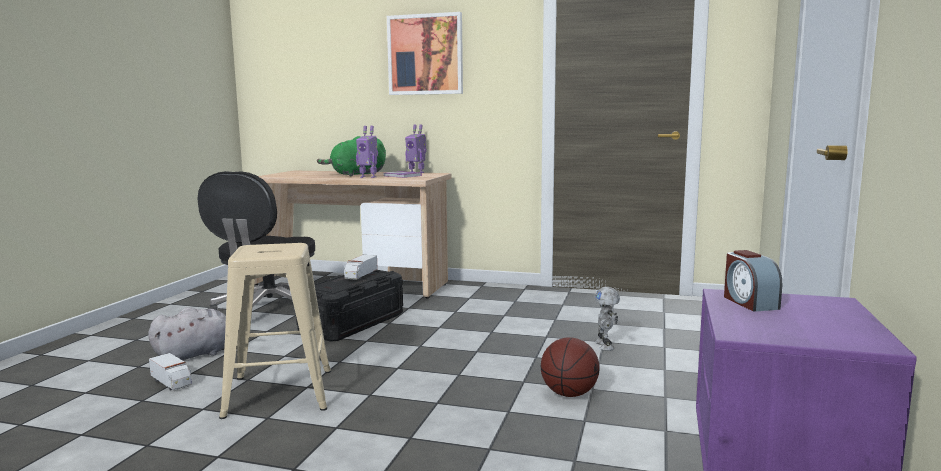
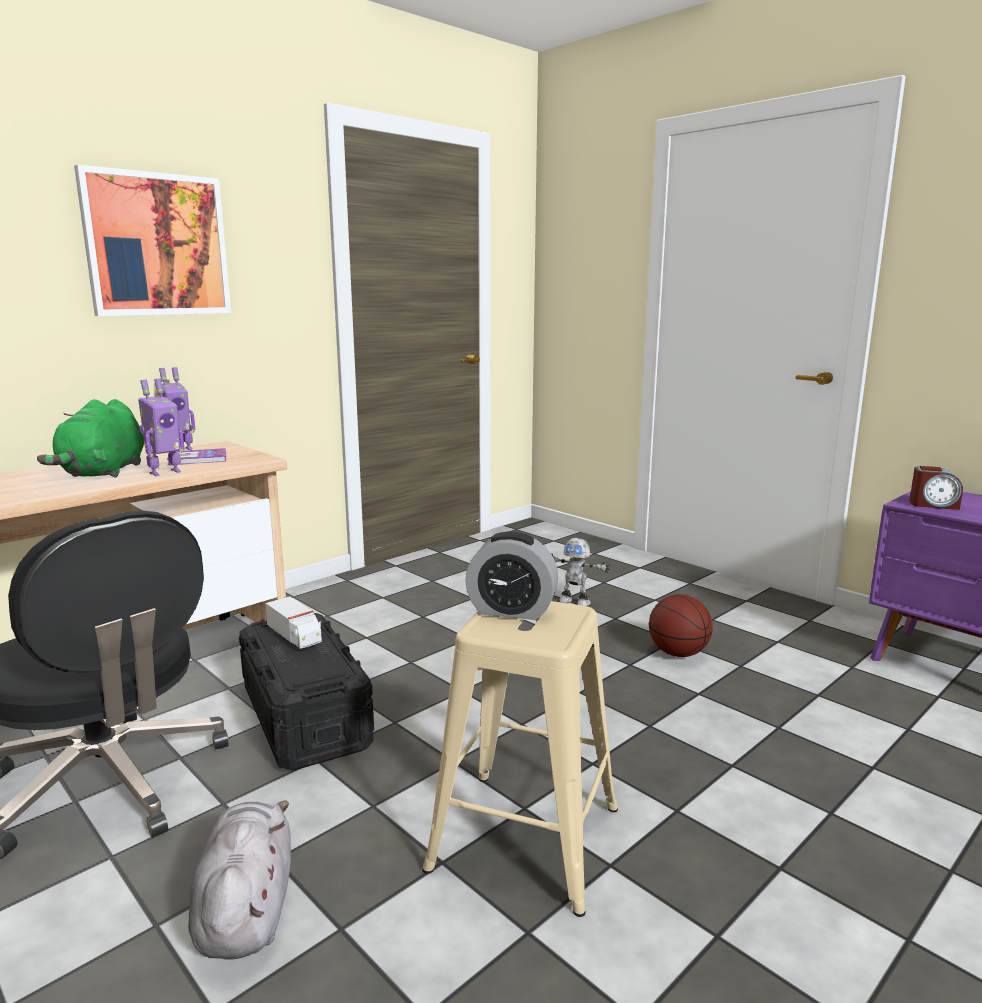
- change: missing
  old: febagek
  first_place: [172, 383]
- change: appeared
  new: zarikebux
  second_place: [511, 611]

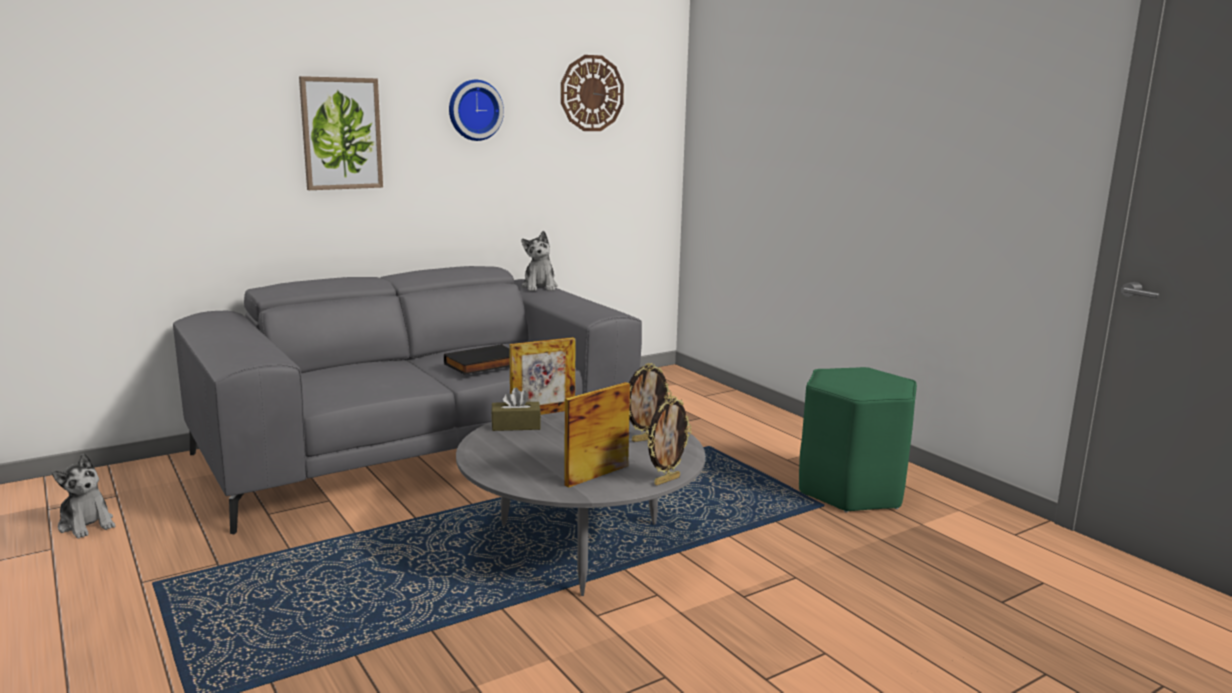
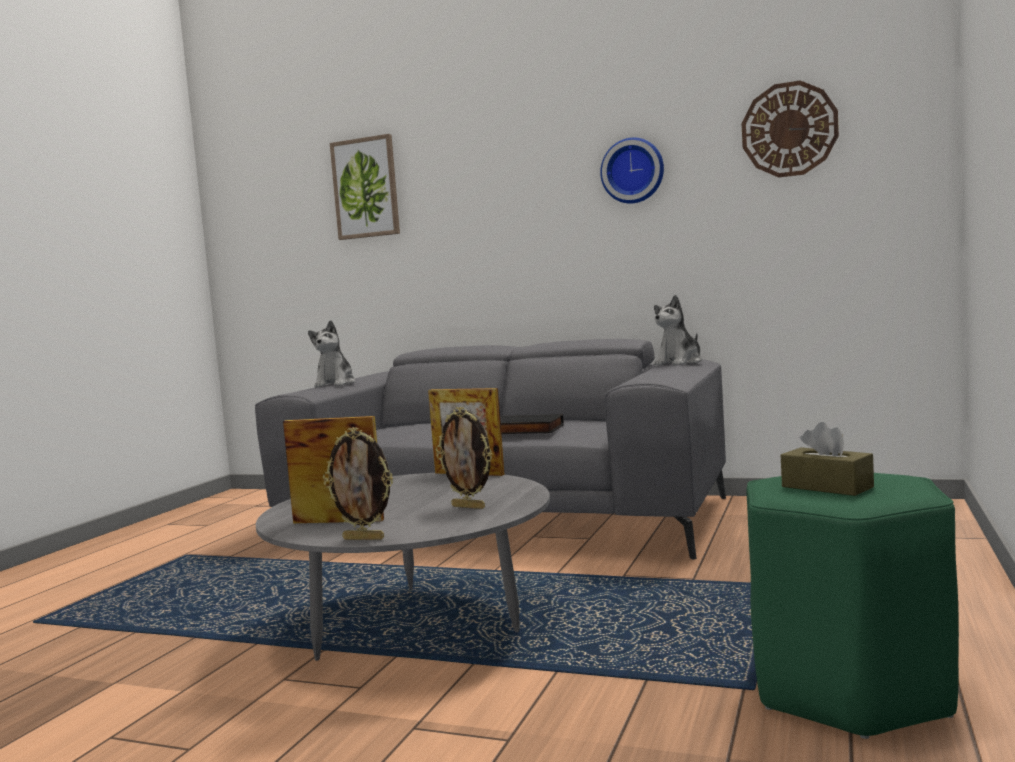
- change: relocated
  old: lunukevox
  first_place: [341, 133]
  second_place: [366, 188]
- change: relocated
  old: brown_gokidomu
  first_place: [516, 425]
  second_place: [827, 487]
- change: relocated
  old: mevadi
  first_place: [87, 524]
  second_place: [335, 384]

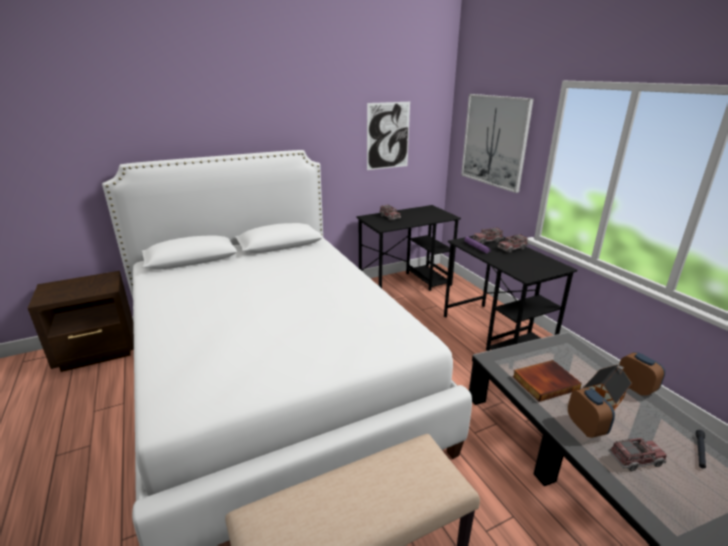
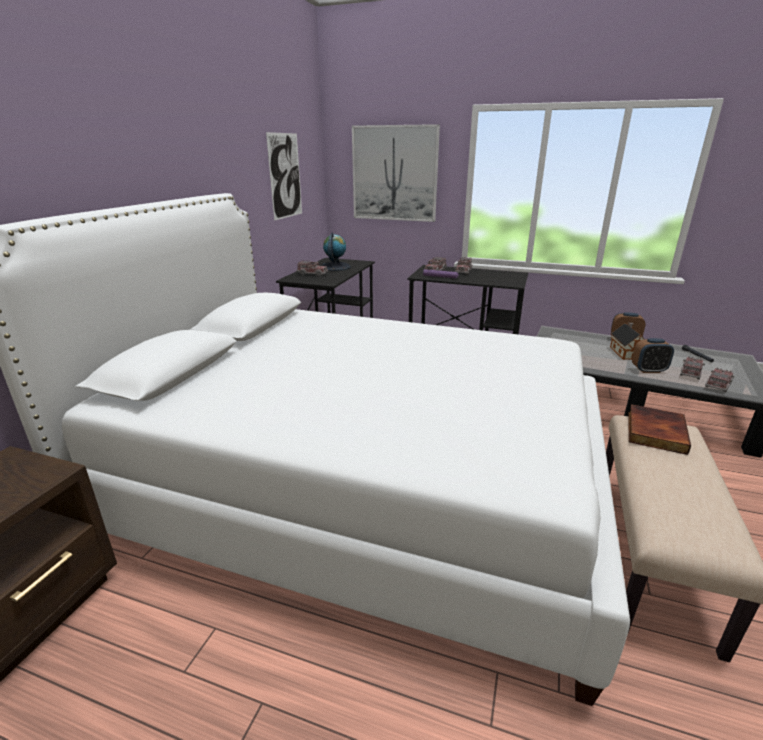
- change: relocated
  old: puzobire
  first_place: [544, 382]
  second_place: [654, 431]
- change: spun
  old: zarikebux
  first_place: [586, 427]
  second_place: [648, 370]
  degrees: 150
- change: appeared
  new: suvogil
  second_place: [335, 267]
- change: appeared
  new: febagek
  second_place: [718, 385]

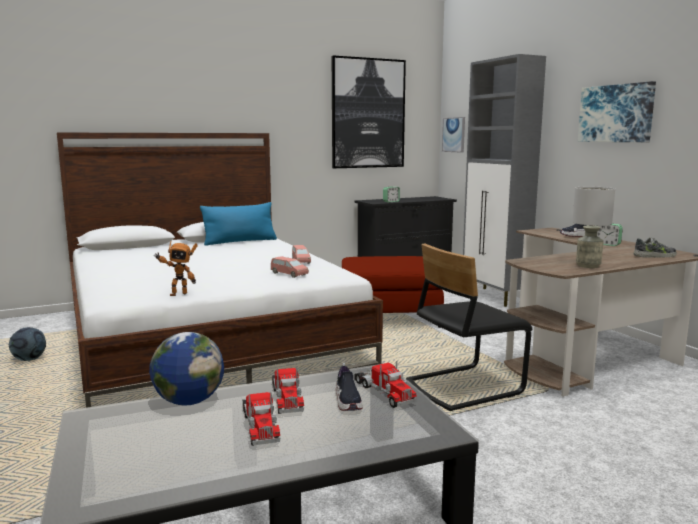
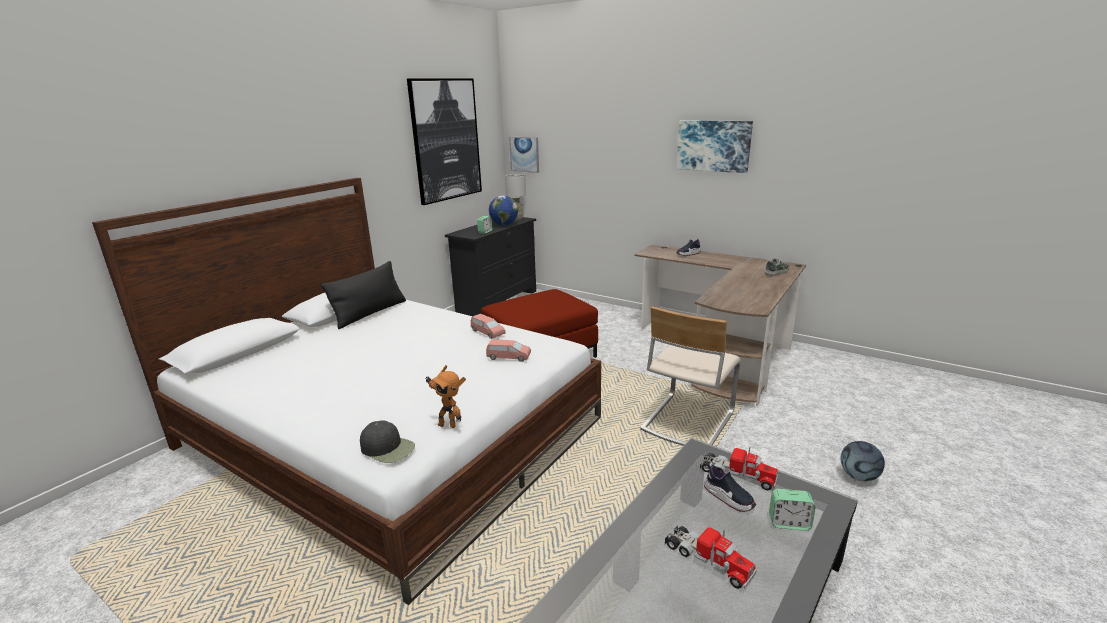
- change: missing
  old: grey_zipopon
  first_place: [494, 297]
- change: relocated
  old: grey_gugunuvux
  first_place: [588, 266]
  second_place: [517, 218]
- change: colour
  old: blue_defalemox
  new: black_defalemox
  first_place: [240, 241]
  second_place: [370, 313]
- change: relocated
  old: zarikebux
  first_place: [607, 244]
  second_place: [789, 523]
- change: spun
  old: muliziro
  first_place: [178, 294]
  second_place: [448, 424]
  degrees: 75
- change: colour
  old: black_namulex
  new: beige_namulex
  first_place: [463, 387]
  second_place: [687, 421]
- change: relocated
  old: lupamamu
  first_place: [29, 359]
  second_place: [858, 476]
- change: relocated
  old: suvogil
  first_place: [189, 401]
  second_place: [504, 225]
- change: missing
  old: febagek
  first_place: [286, 398]
- change: appeared
  new: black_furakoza
  second_place: [388, 448]

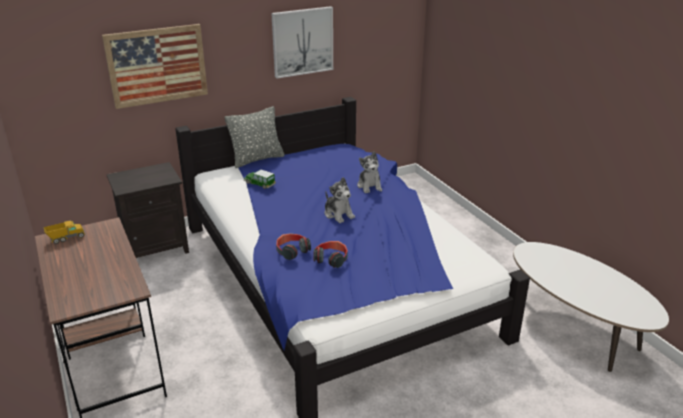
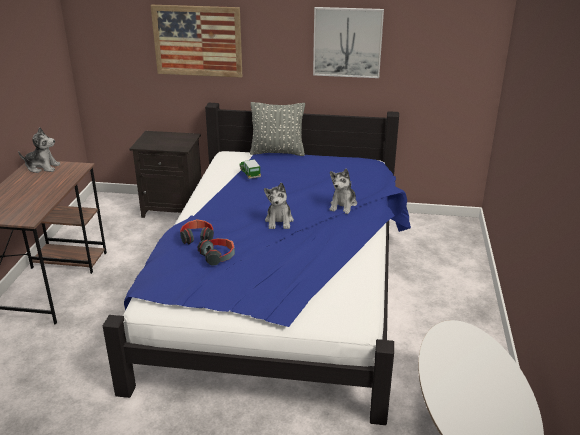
- change: exchanged
  old: febagek
  new: mevadi
  first_place: [66, 238]
  second_place: [42, 167]

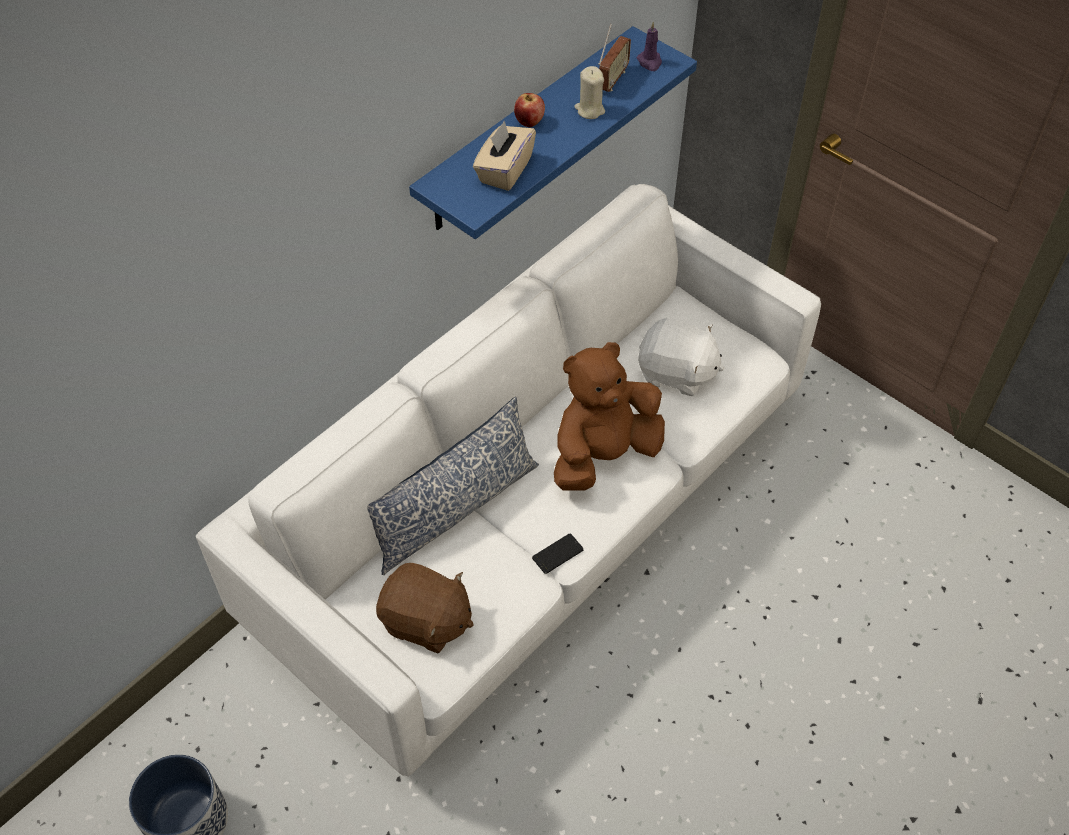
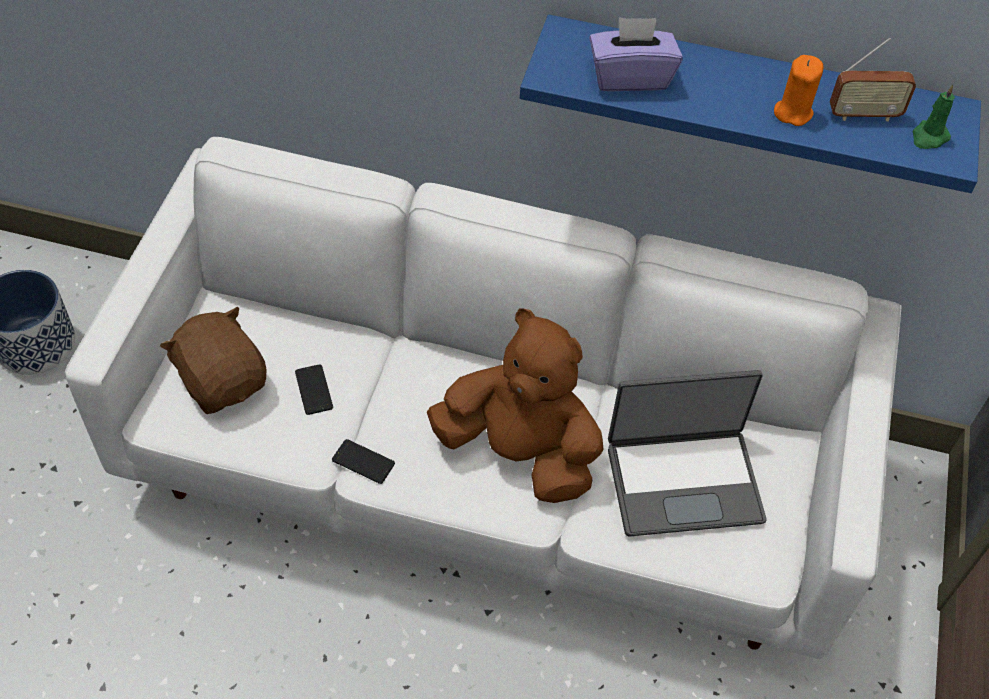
- change: colour
  old: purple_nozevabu
  new: green_nozevabu
  first_place: [650, 62]
  second_place: [929, 137]
- change: colour
  old: beige_nozevabu
  new: orange_nozevabu
  first_place: [589, 110]
  second_place: [792, 112]
- change: missing
  old: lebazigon
  first_place: [529, 122]
- change: colour
  old: beige_gokidomu
  new: purple_gokidomu
  first_place: [504, 171]
  second_place: [630, 77]
- change: exchanged
  old: white_mevadi
  new: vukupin
  first_place: [676, 373]
  second_place: [683, 480]
- change: missing
  old: defalemox
  first_place: [454, 509]
- change: spun
  old: brown_mevadi
  first_place: [426, 622]
  second_place: [223, 381]
  degrees: 150
- change: appeared
  new: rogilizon
  second_place: [314, 390]

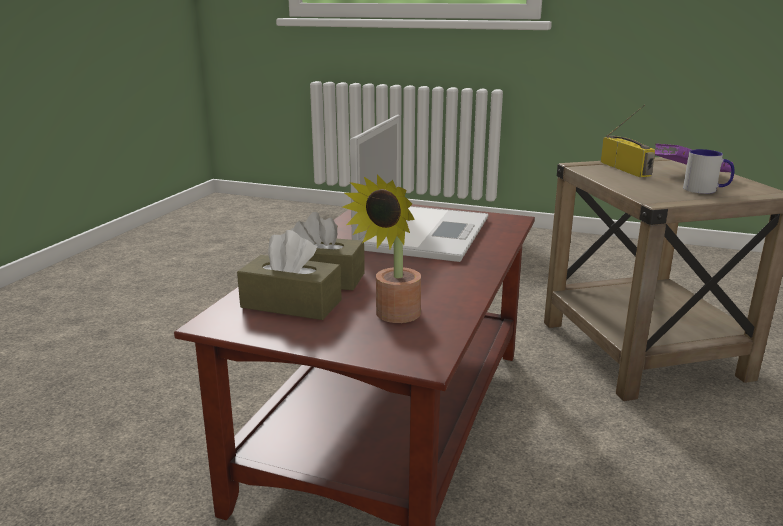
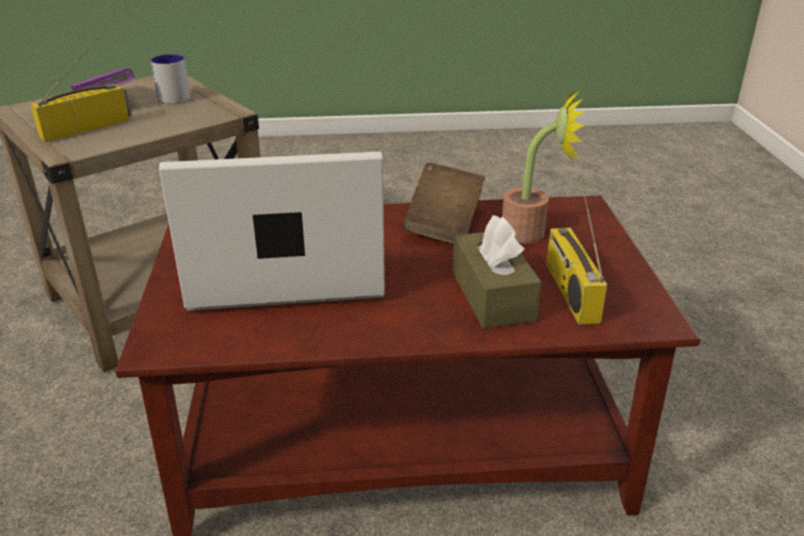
- change: exchanged
  old: brown_gokidomu
  new: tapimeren
  first_place: [291, 304]
  second_place: [569, 291]
- change: appeared
  new: brown_puzobire
  second_place: [444, 224]

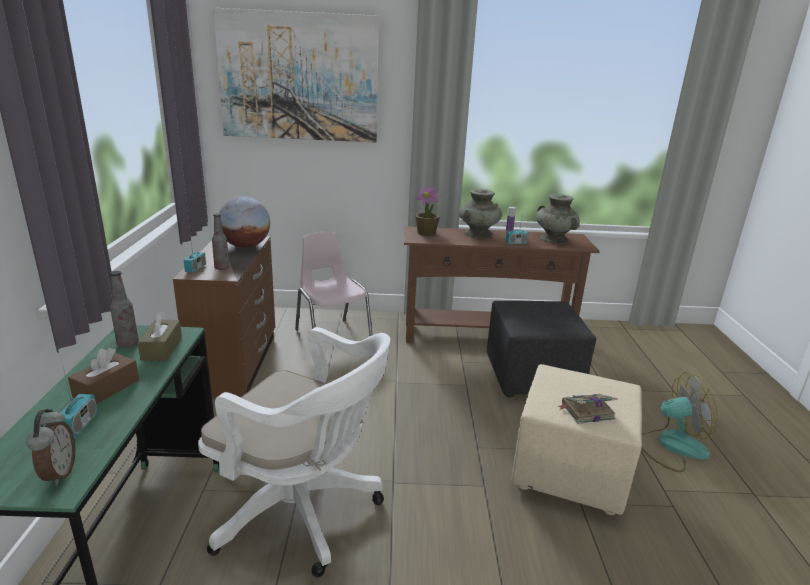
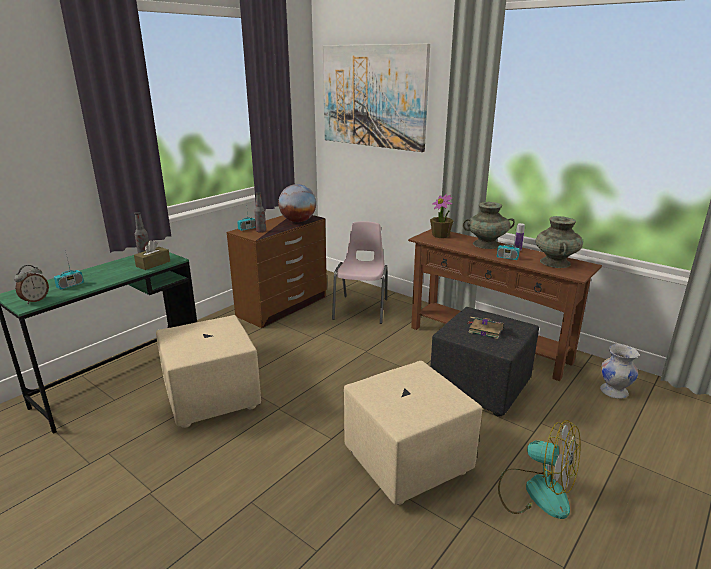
- change: exchanged
  old: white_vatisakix
  new: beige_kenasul
  first_place: [302, 511]
  second_place: [211, 399]
- change: missing
  old: brown_gokidomu
  first_place: [106, 388]
- change: relocated
  old: puzobire
  first_place: [586, 411]
  second_place: [485, 330]
- change: appeared
  new: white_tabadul
  second_place: [614, 392]

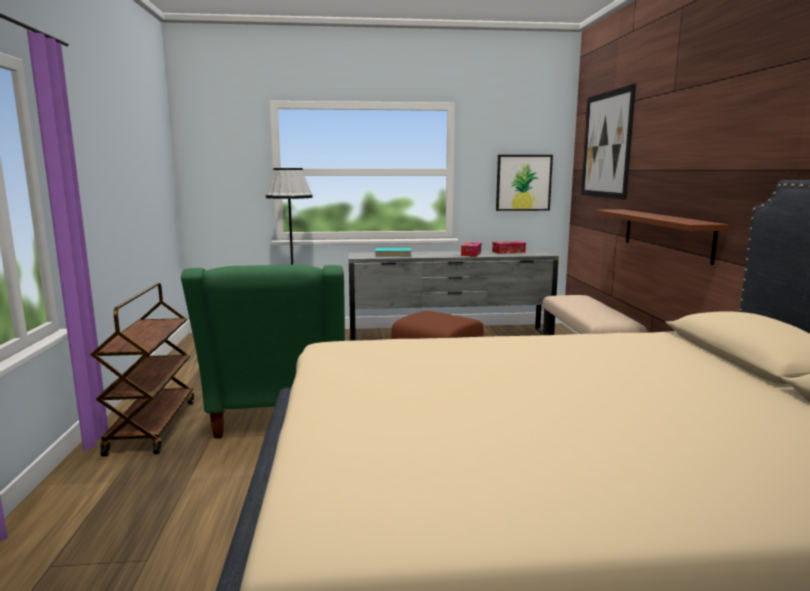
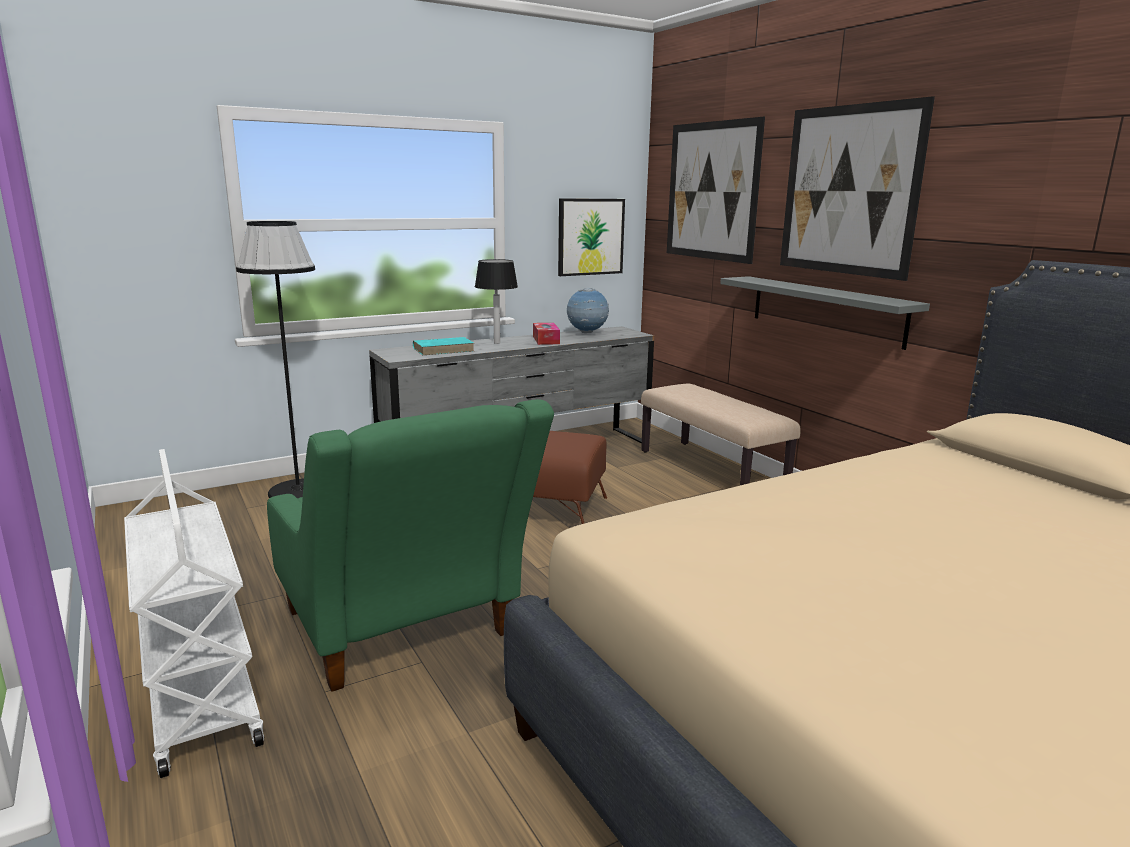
- change: colour
  old: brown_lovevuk
  new: grey_lovevuk
  first_place: [666, 234]
  second_place: [825, 310]
- change: exchanged
  old: gokidomu
  new: suvogil
  first_place: [508, 252]
  second_place: [587, 333]
- change: colour
  old: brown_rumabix
  new: white_rumabix
  first_place: [152, 426]
  second_place: [199, 696]
- change: appeared
  new: lunukevox
  second_place: [849, 190]
- change: appeared
  new: gugunuvux
  second_place: [497, 342]

